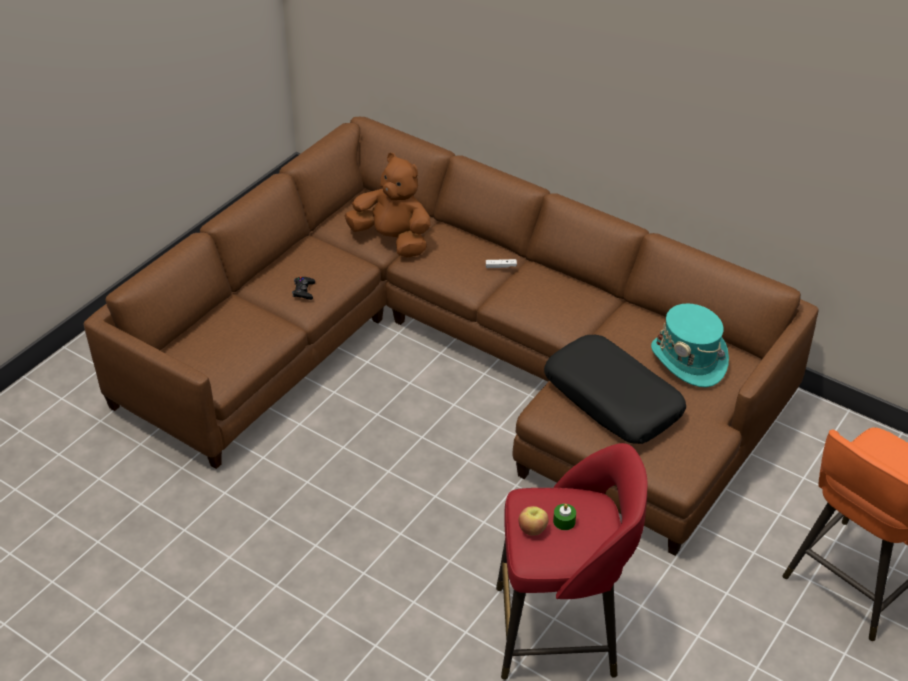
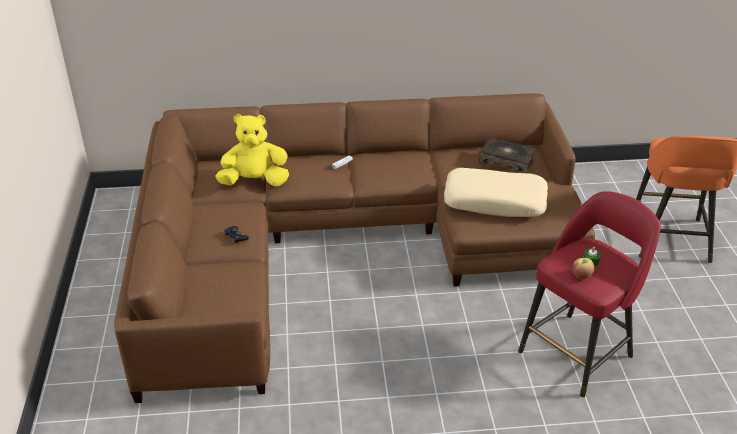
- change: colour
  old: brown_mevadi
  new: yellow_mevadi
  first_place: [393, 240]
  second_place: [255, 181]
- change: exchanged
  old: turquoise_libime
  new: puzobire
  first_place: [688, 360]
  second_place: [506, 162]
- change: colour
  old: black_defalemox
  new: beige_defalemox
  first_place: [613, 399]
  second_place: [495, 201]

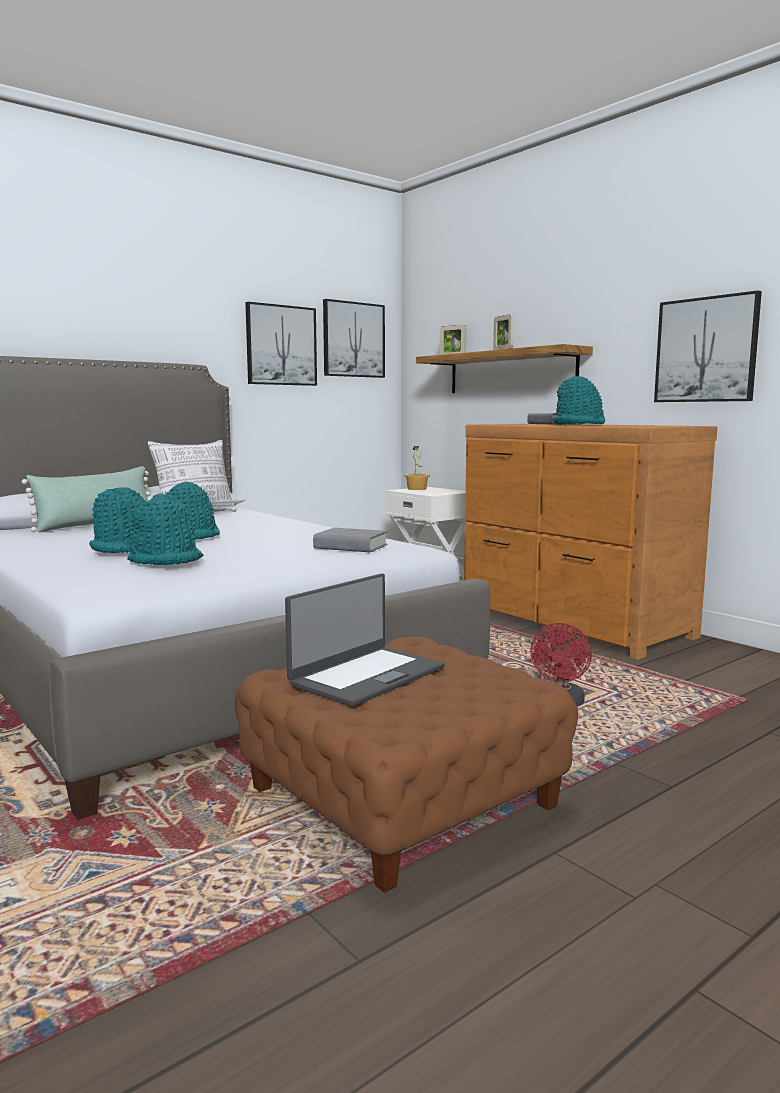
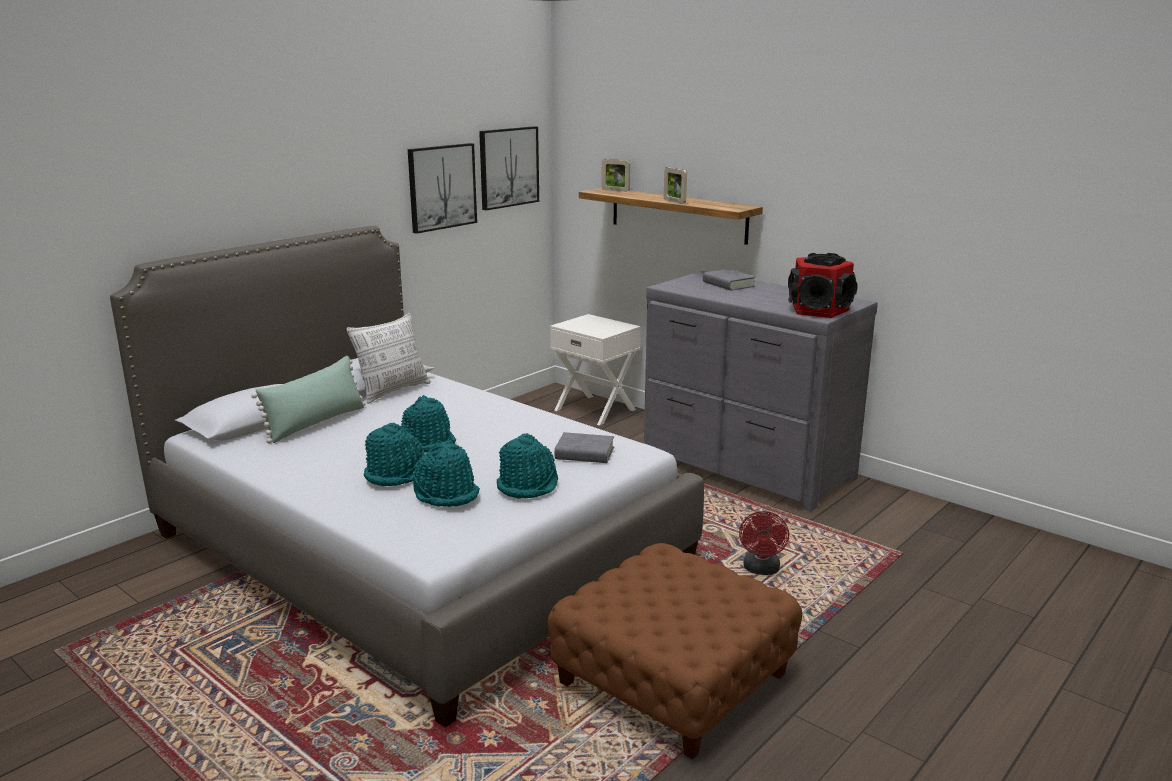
- change: missing
  old: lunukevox
  first_place: [706, 350]
- change: relocated
  old: turquoise_libime
  first_place: [579, 425]
  second_place: [528, 485]
- change: colour
  old: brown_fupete
  new: grey_fupete
  first_place: [572, 623]
  second_place: [746, 467]
- change: missing
  old: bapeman
  first_place: [417, 489]
- change: missing
  old: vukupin
  first_place: [366, 675]
- change: appeared
  new: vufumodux
  second_place: [818, 310]

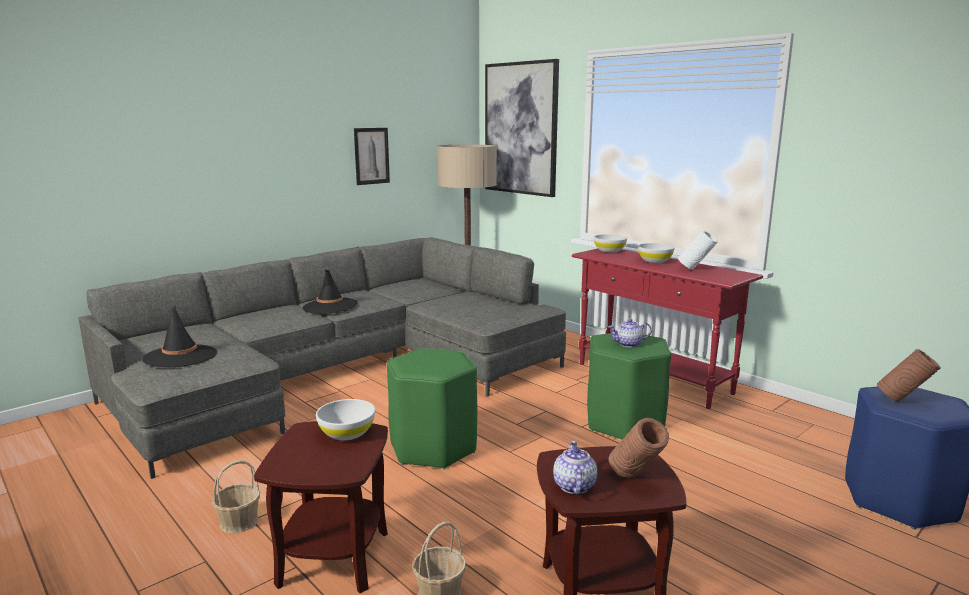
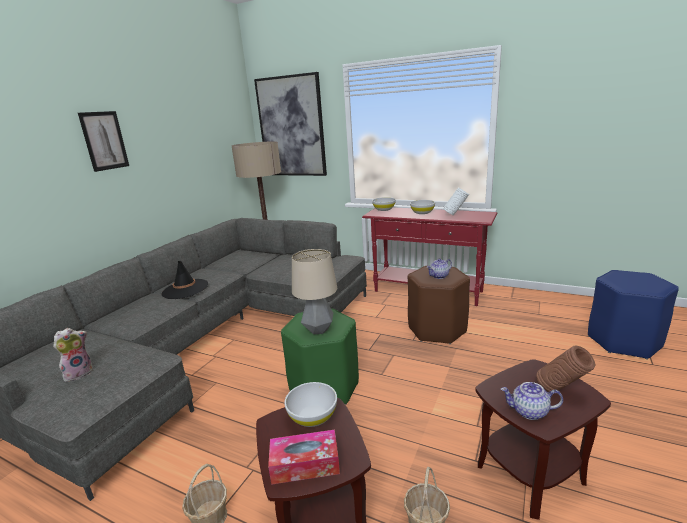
- change: relocated
  old: lunukevox
  first_place: [371, 156]
  second_place: [104, 141]
- change: exchanged
  old: black_libime
  new: mevadi
  first_place: [180, 356]
  second_place: [79, 373]
- change: colour
  old: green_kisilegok
  new: brown_kisilegok
  first_place: [625, 423]
  second_place: [437, 330]
- change: missing
  old: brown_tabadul
  first_place: [902, 401]
- change: spun
  old: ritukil
  first_place: [573, 486]
  second_place: [529, 412]
  degrees: -60
- change: appeared
  new: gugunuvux
  second_place: [318, 329]
- change: appeared
  new: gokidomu
  second_place: [305, 464]

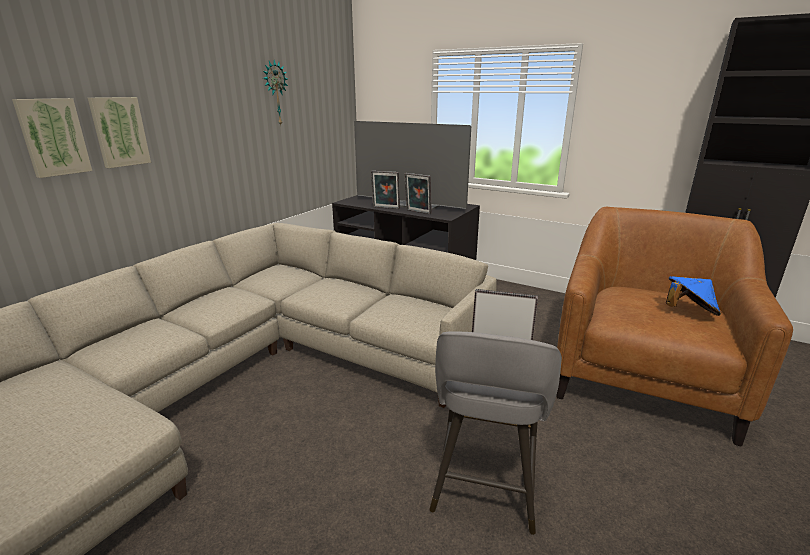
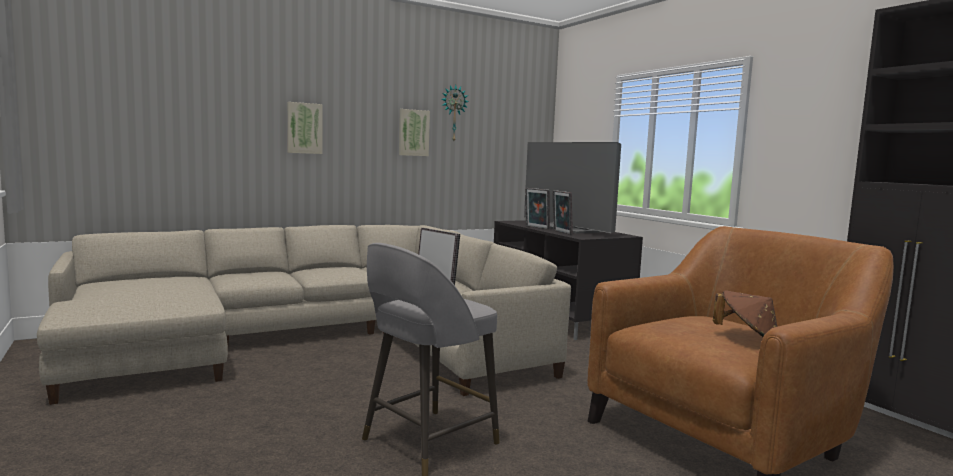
- change: relocated
  old: lunukevox
  first_place: [53, 137]
  second_place: [413, 133]
- change: colour
  old: blue_libime
  new: brown_libime
  first_place: [688, 311]
  second_place: [747, 338]

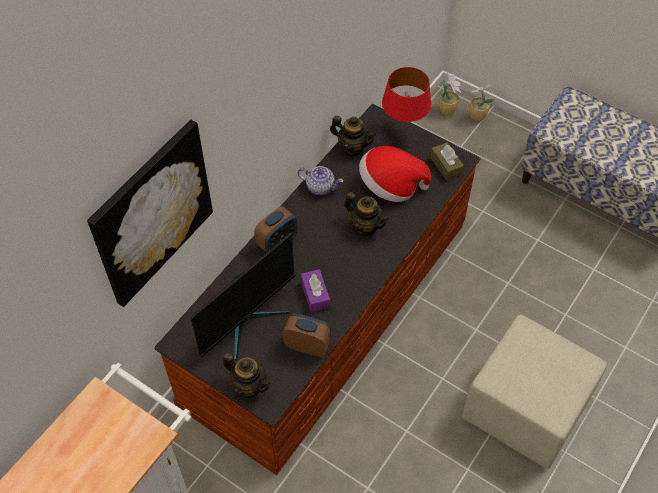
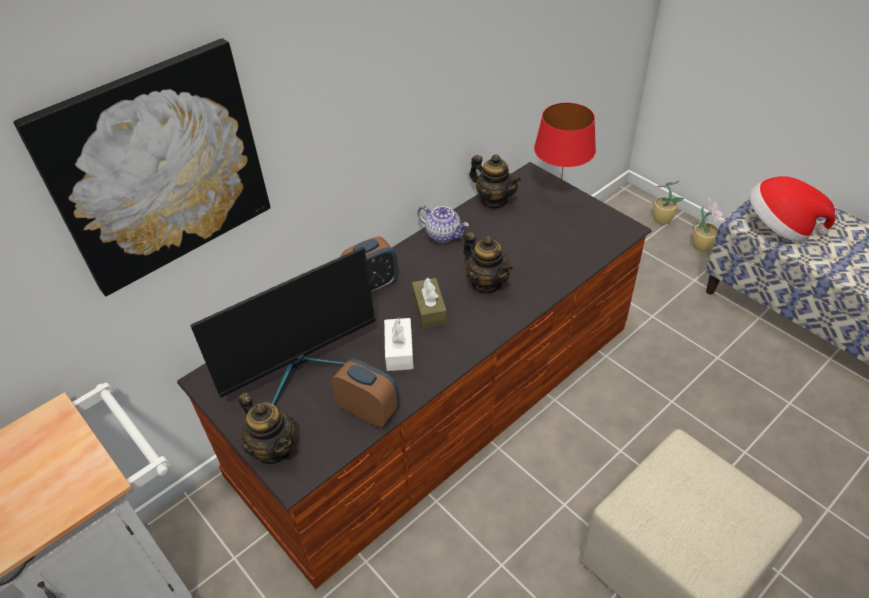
- change: relocated
  old: bapeman
  first_place: [447, 109]
  second_place: [702, 246]
- change: relocated
  old: brown_gokidomu
  first_place: [446, 166]
  second_place: [429, 310]
- change: relocated
  old: libime
  first_place: [390, 186]
  second_place: [779, 227]
- change: colour
  old: purple_gokidomu
  new: white_gokidomu
  first_place: [315, 295]
  second_place: [399, 351]

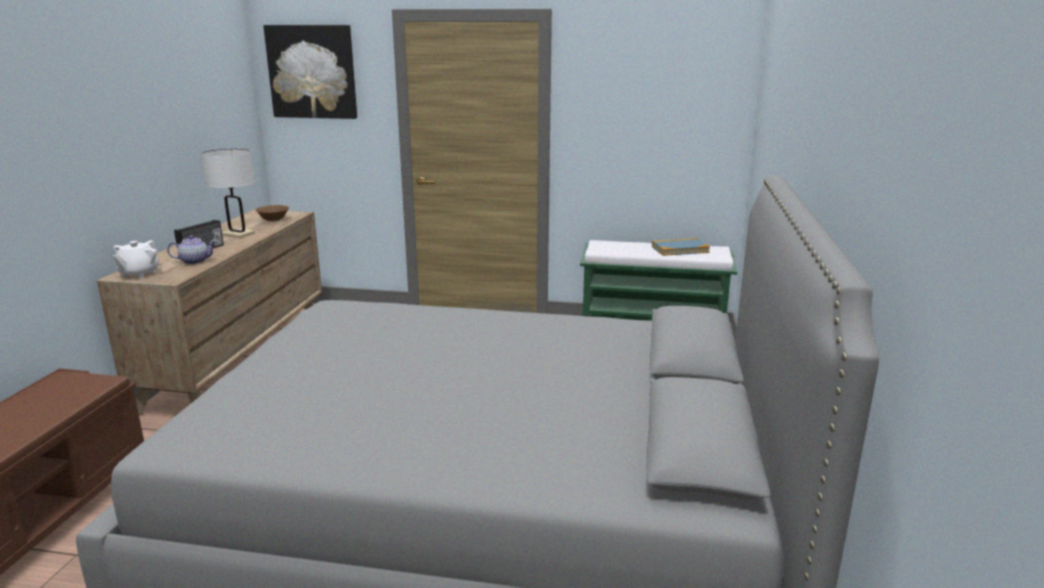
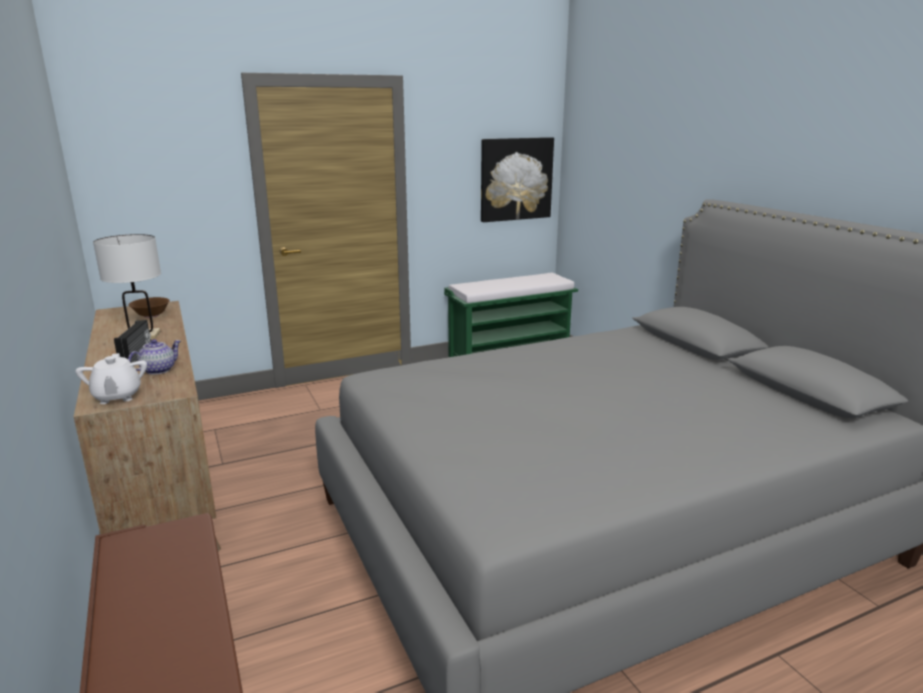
- change: relocated
  old: lunukevox
  first_place: [312, 72]
  second_place: [515, 179]
- change: missing
  old: puzobire
  first_place: [680, 249]

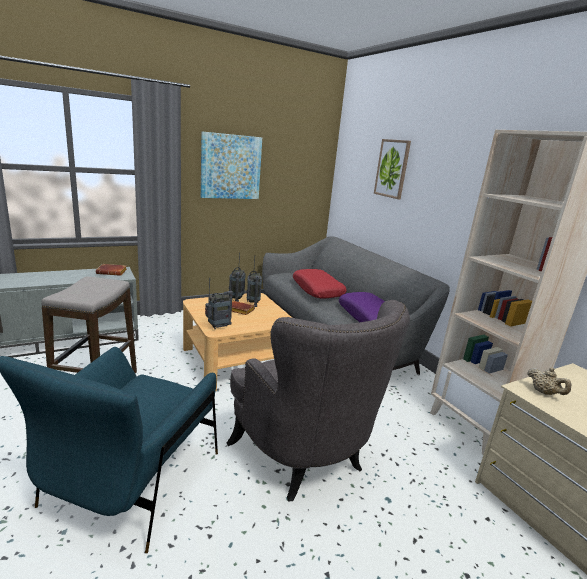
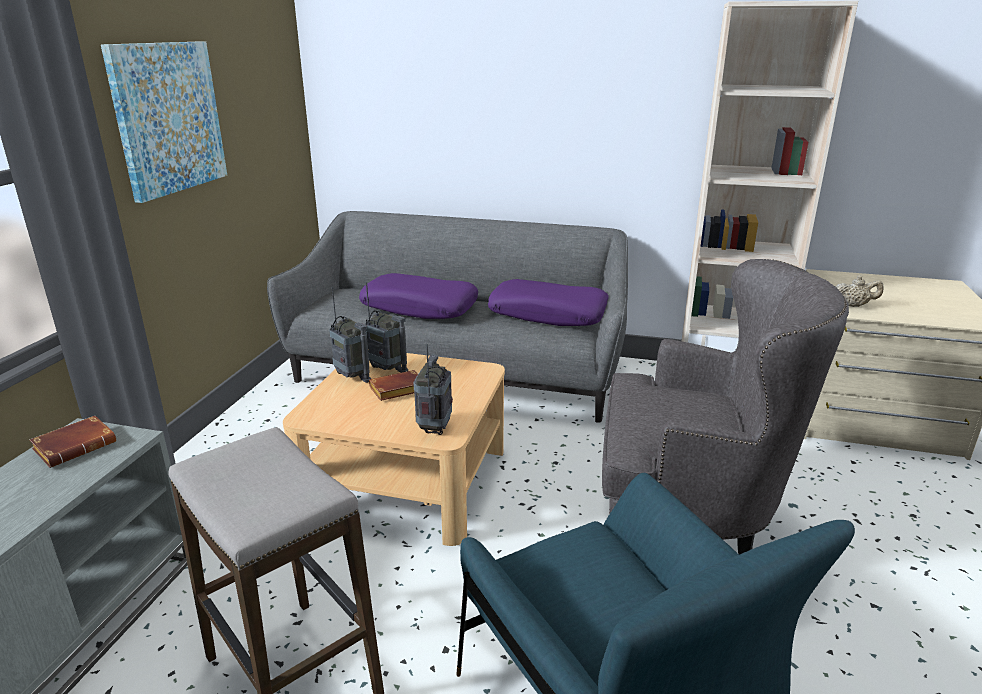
- change: missing
  old: lunukevox
  first_place: [392, 168]
- change: colour
  old: red_defalemox
  new: purple_defalemox
  first_place: [318, 290]
  second_place: [420, 307]

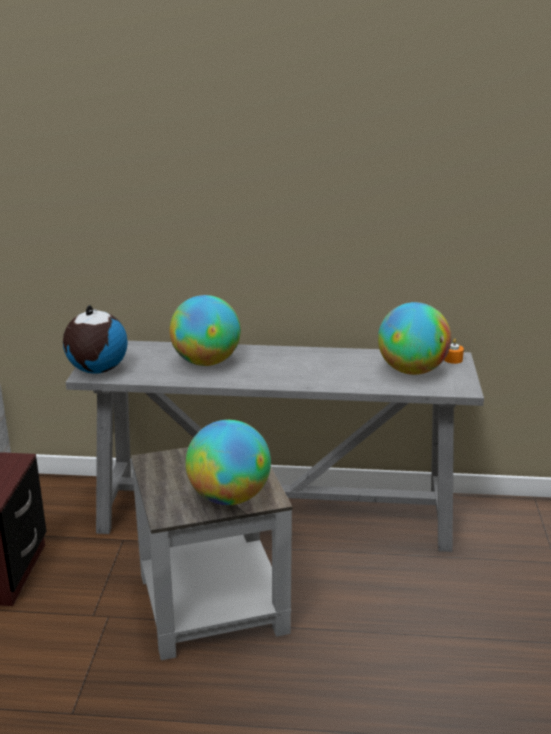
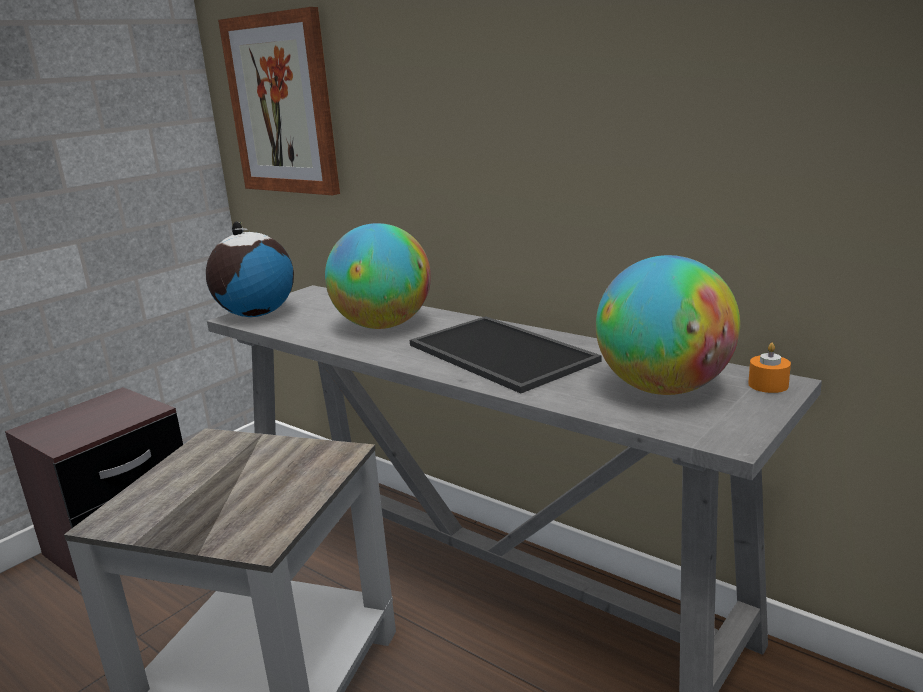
- change: missing
  old: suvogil
  first_place: [229, 497]
- change: appeared
  new: lunukevox
  second_place: [282, 105]
- change: appeared
  new: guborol
  second_place: [497, 353]

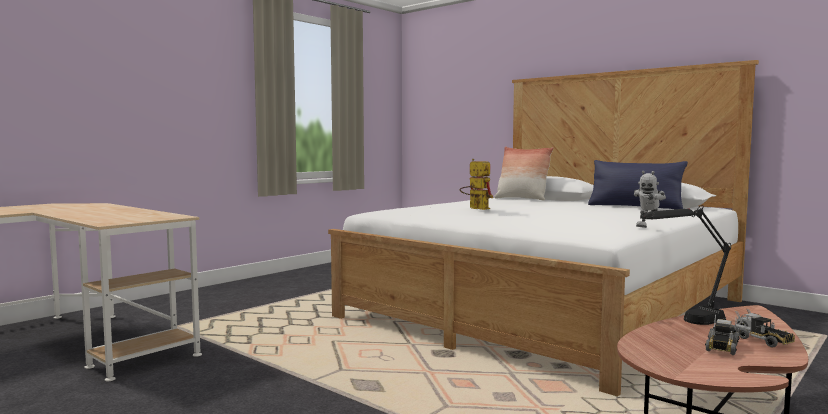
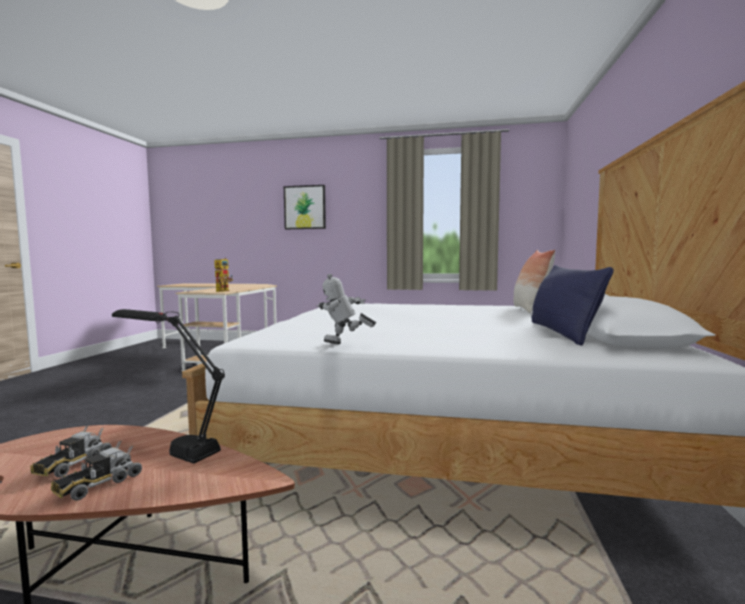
- change: relocated
  old: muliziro
  first_place: [475, 208]
  second_place: [223, 291]
- change: spun
  old: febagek
  first_place: [721, 347]
  second_place: [73, 465]
  degrees: -75
- change: appeared
  new: lunukevox
  second_place: [305, 207]

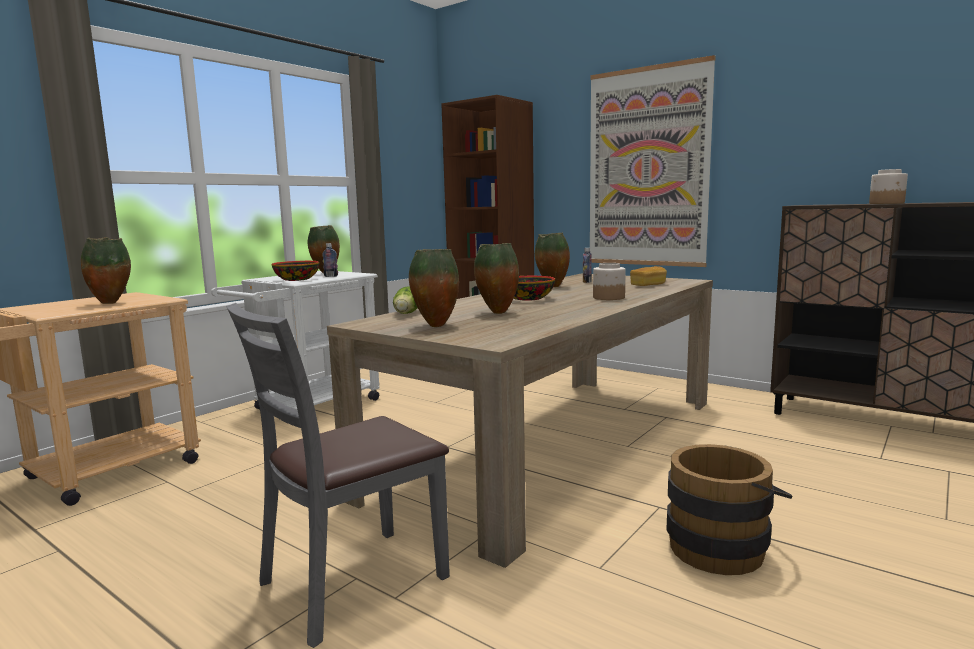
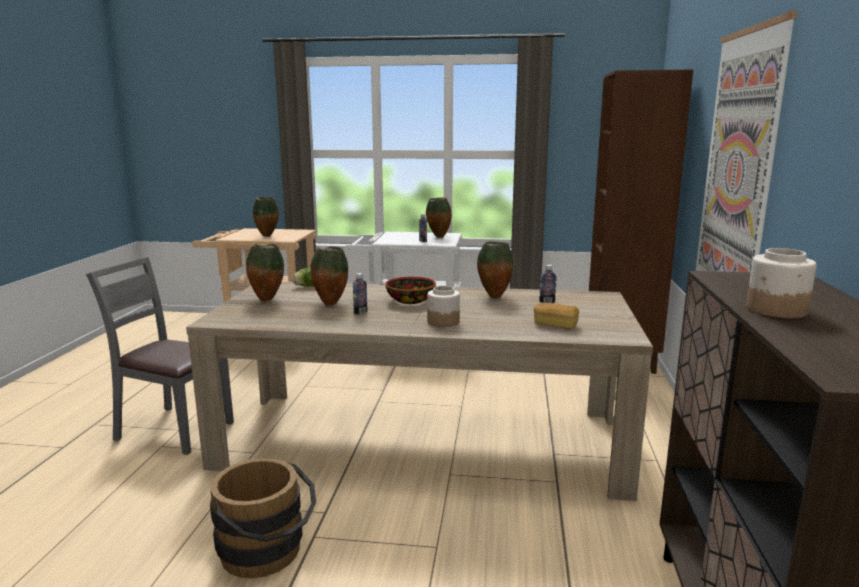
- change: missing
  old: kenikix
  first_place: [296, 279]
- change: appeared
  new: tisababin
  second_place: [360, 312]

